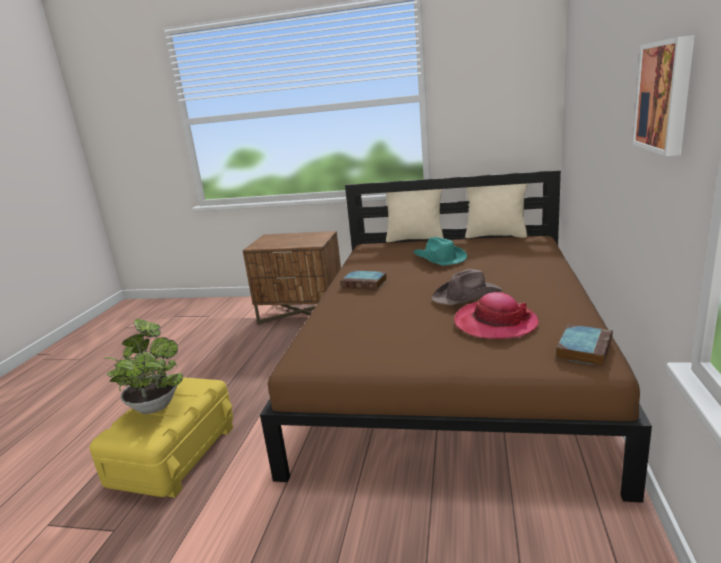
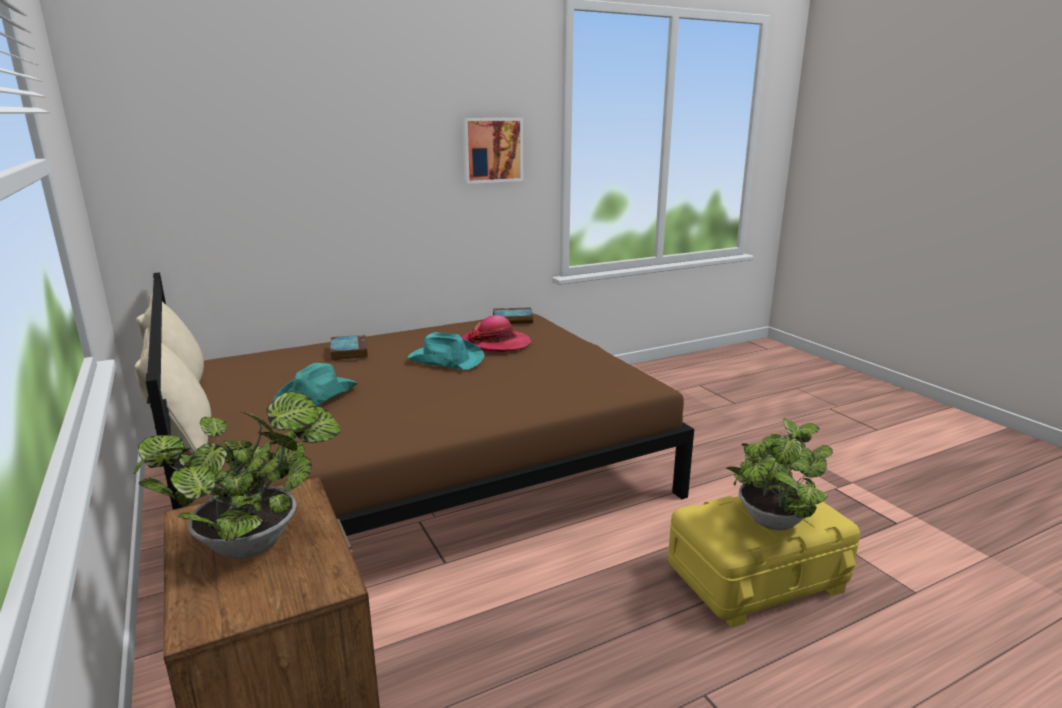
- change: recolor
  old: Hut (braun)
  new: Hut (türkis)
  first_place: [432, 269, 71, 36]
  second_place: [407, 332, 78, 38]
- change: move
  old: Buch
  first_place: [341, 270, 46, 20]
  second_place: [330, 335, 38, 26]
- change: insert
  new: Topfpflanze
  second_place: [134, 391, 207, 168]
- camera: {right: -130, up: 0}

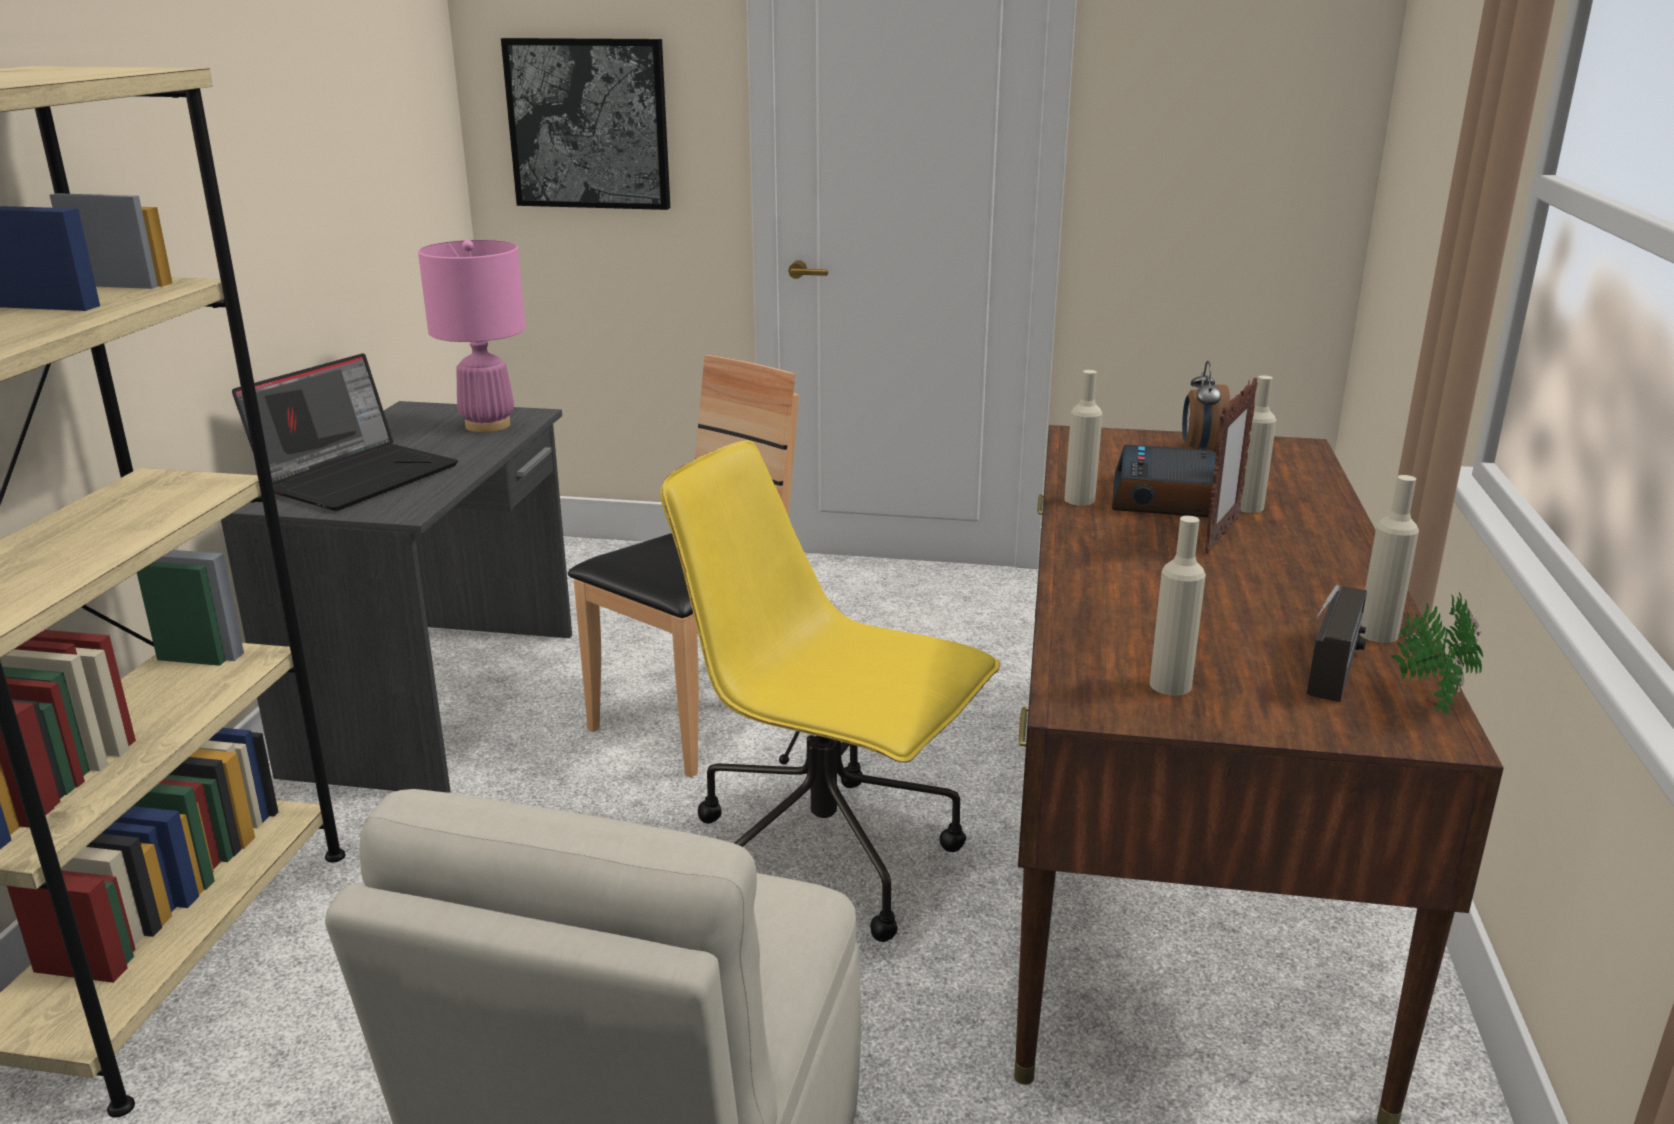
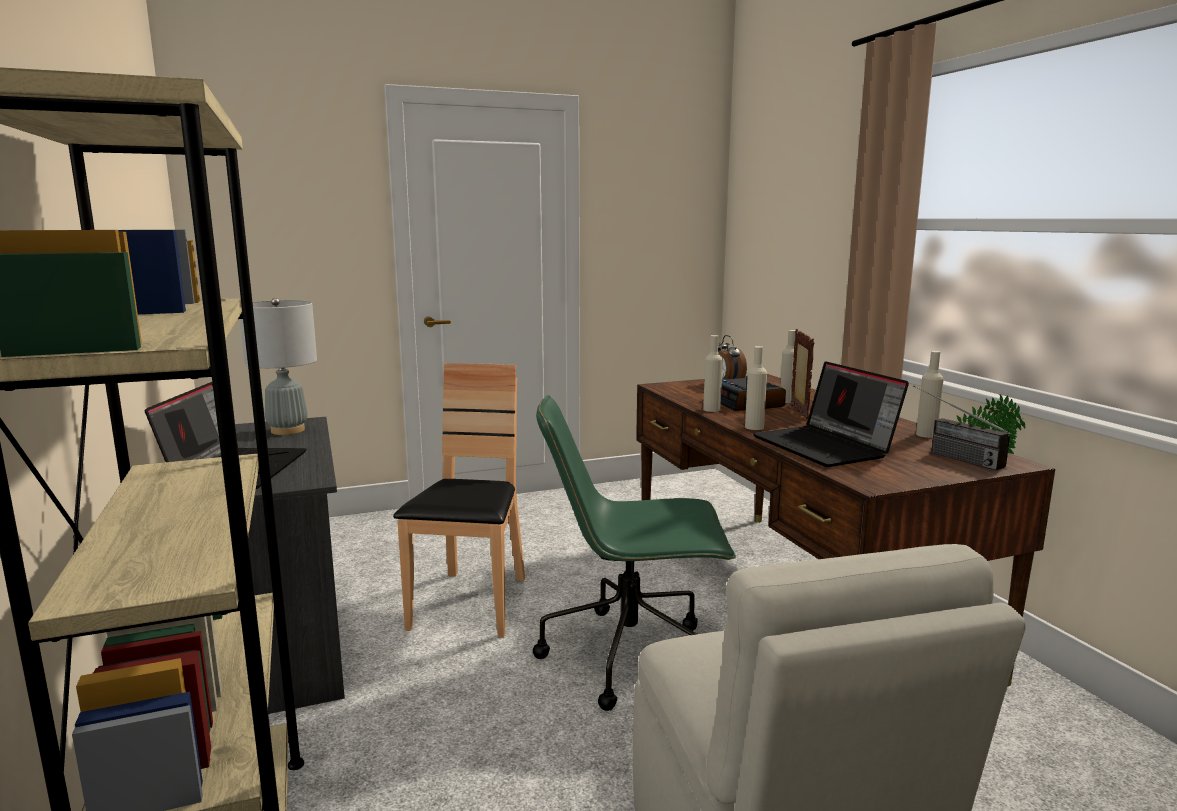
- change: delete
  old: Bild
  first_place: [501, 38, 169, 172]
- change: recolor
  old: Tischlampe (rosa)
  new: Tischlampe (grau)
  first_place: [418, 240, 108, 192]
  second_place: [239, 298, 78, 137]
- change: recolor
  old: Bürostuhl (gelb)
  new: Bürostuhl (grün)
  first_place: [660, 440, 340, 502]
  second_place: [533, 395, 203, 316]
- change: move
  old: Flasche (beige)
  first_place: [1150, 516, 56, 180]
  second_place: [745, 346, 22, 84]
- change: rotate
  old: Radio
  first_place: [1307, 584, 60, 118]
  second_place: [913, 386, 97, 84]
  degrees: 150
- change: insert
  new: Laptop
  second_place: [753, 361, 156, 106]
- camera: {right: -30, up: -10}

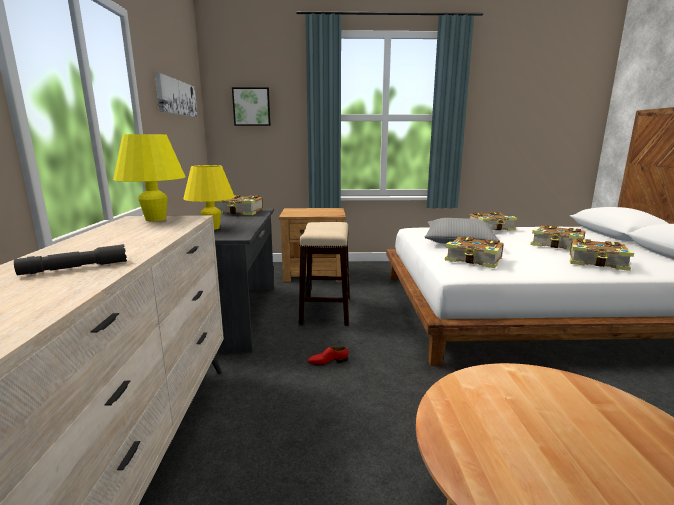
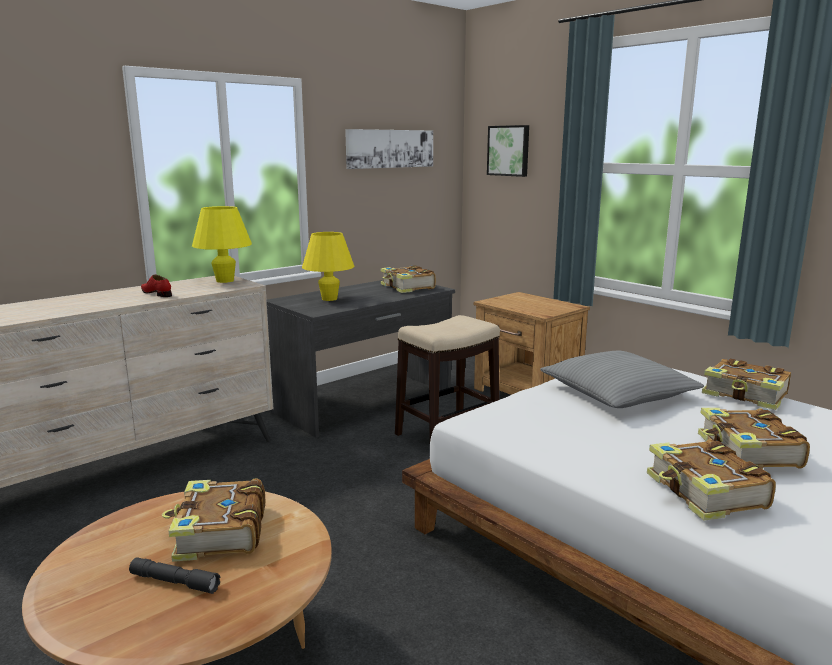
- change: move
  old: Buch
  first_place: [445, 236, 58, 32]
  second_place: [162, 478, 103, 84]
- change: move
  old: Taschenlampe (grau)
  first_place: [14, 244, 113, 31]
  second_place: [129, 557, 91, 37]
- change: move
  old: Schuh (rot)
  first_place: [308, 346, 41, 20]
  second_place: [141, 274, 31, 23]
- camera: {right: 50, up: 0}

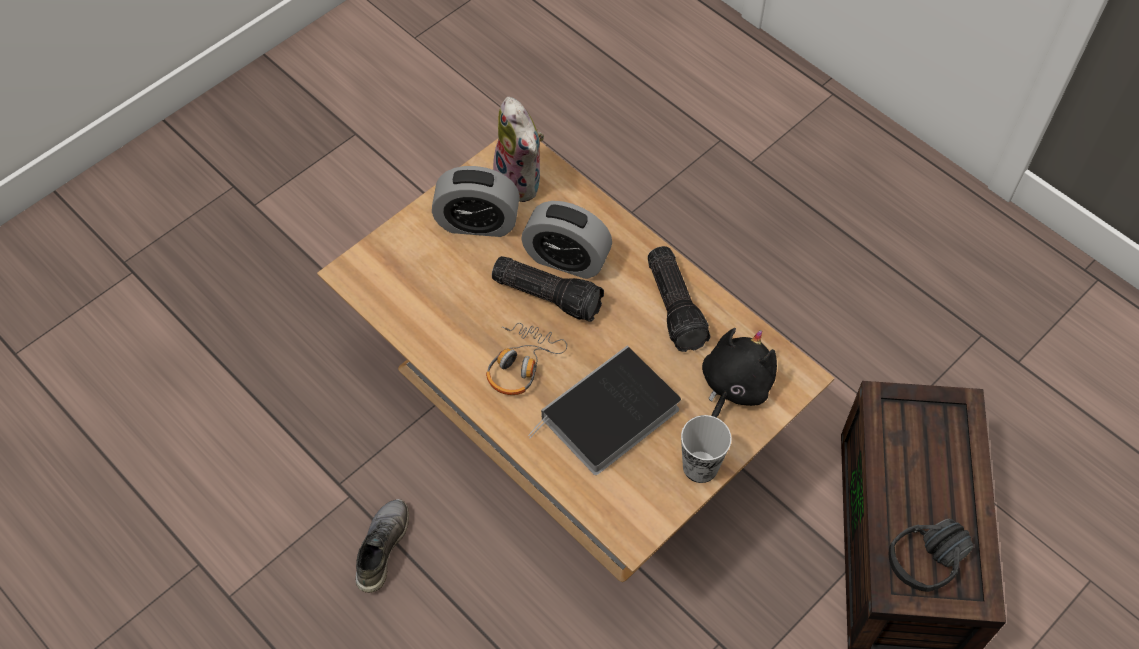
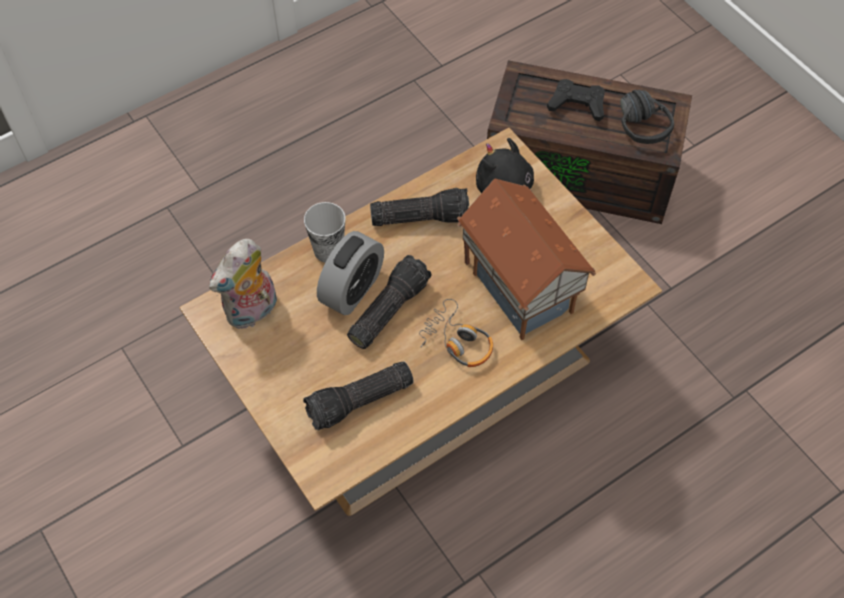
- change: rotate
  old: Plüschtier
  first_place: [493, 97, 51, 105]
  second_place: [209, 239, 68, 91]
  degrees: 150
- change: delete
  old: Wecker
  first_place: [432, 166, 88, 71]
- change: replace
  old: Buch
  new: Spielzeughaus
  first_place: [528, 346, 153, 129]
  second_place: [457, 178, 139, 162]
- change: move
  old: Tasse
  first_place: [681, 415, 50, 68]
  second_place: [304, 202, 42, 60]
- change: delete
  old: Schuh (grau)
  first_place: [356, 499, 53, 94]
- change: insert
  new: Gamepad (schwarz)
  second_place: [547, 79, 58, 42]
- change: insert
  new: Taschenlampe
  second_place: [303, 361, 111, 69]
- camera: {right: -80, up: 0}

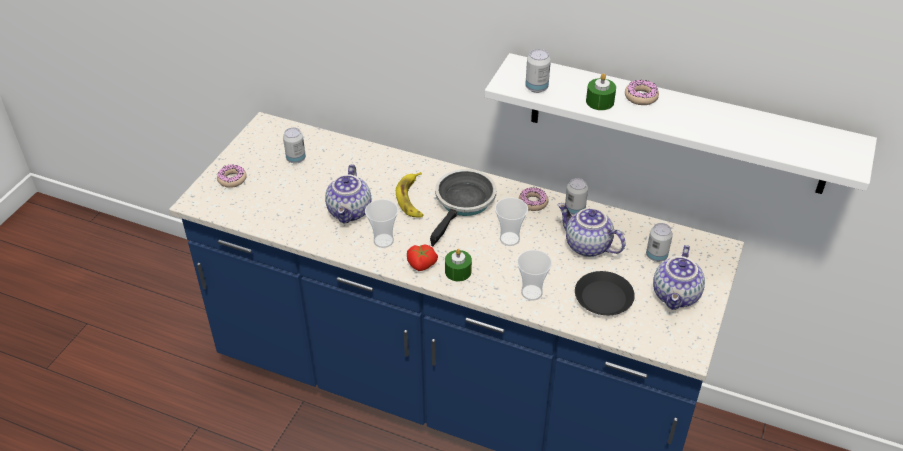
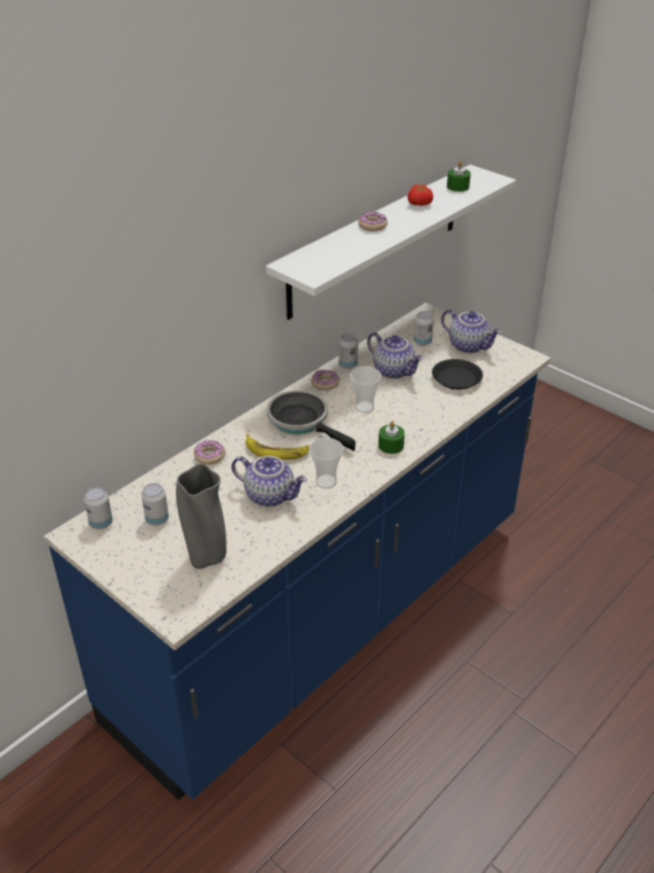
- change: move
  old: Dose
  first_place: [525, 49, 26, 44]
  second_place: [84, 487, 29, 42]
- change: move
  old: Kerze (grün)
  first_place: [586, 73, 30, 37]
  second_place: [447, 161, 24, 31]
- change: move
  old: Donut
  first_place: [217, 164, 30, 24]
  second_place: [194, 440, 31, 25]
- change: rotate
  old: Teekanne
  first_place: [558, 203, 68, 54]
  second_place: [367, 332, 56, 47]
  degrees: -105
- change: move
  old: Tomate
  first_place: [407, 244, 31, 27]
  second_place: [408, 184, 25, 22]
- change: delete
  old: Tasse
  first_place: [517, 250, 35, 51]
- change: insert
  new: Vase (grau)
  second_place: [176, 463, 50, 106]
- camera: {right: -70, up: -5}

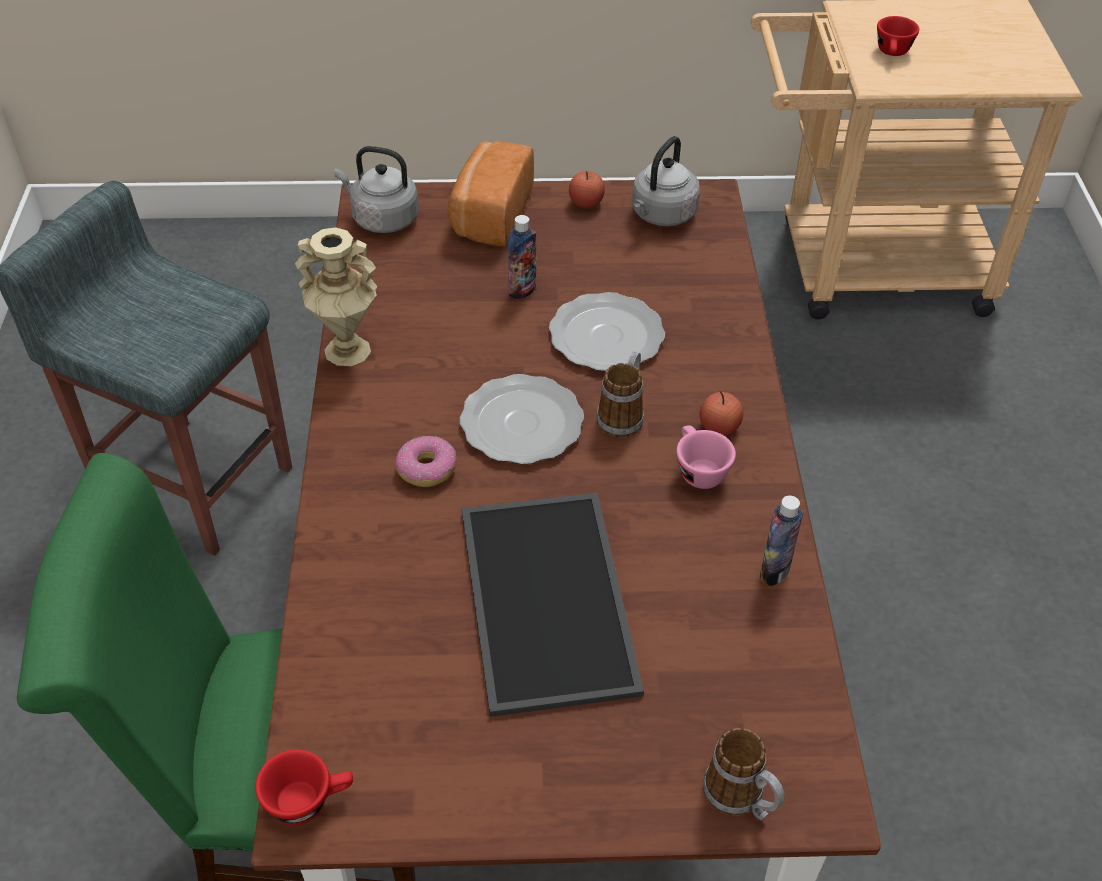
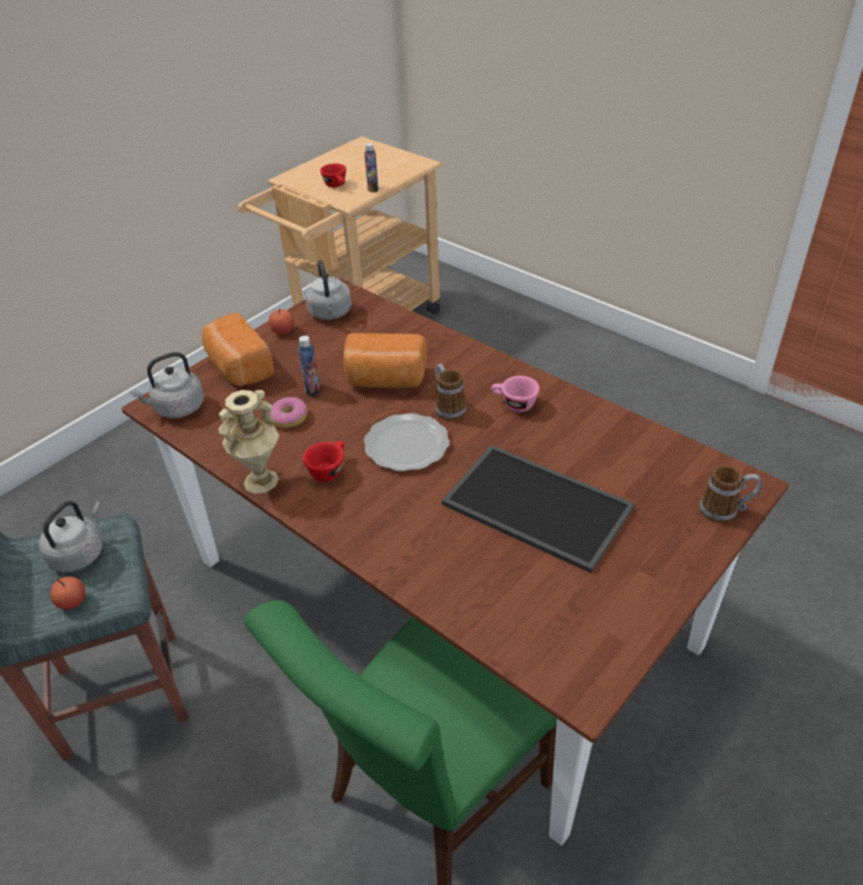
- change: replace
  old: Teller
  new: Brot
  first_place: [549, 292, 116, 79]
  second_place: [343, 333, 84, 55]
- change: move
  old: Apfel
  first_place: [700, 391, 43, 45]
  second_place: [50, 576, 35, 34]
- change: move
  old: Donut
  first_place: [395, 436, 61, 51]
  second_place: [269, 397, 39, 31]
- change: move
  old: Flasche
  first_place: [760, 496, 43, 90]
  second_place: [364, 143, 15, 49]
- change: move
  old: Tasse (rot)
  first_place: [255, 749, 98, 76]
  second_place: [303, 441, 41, 41]
- change: insert
  new: Wasserkessel (grau)
  second_place: [39, 501, 64, 71]
- camera: {right: -45, up: -5}

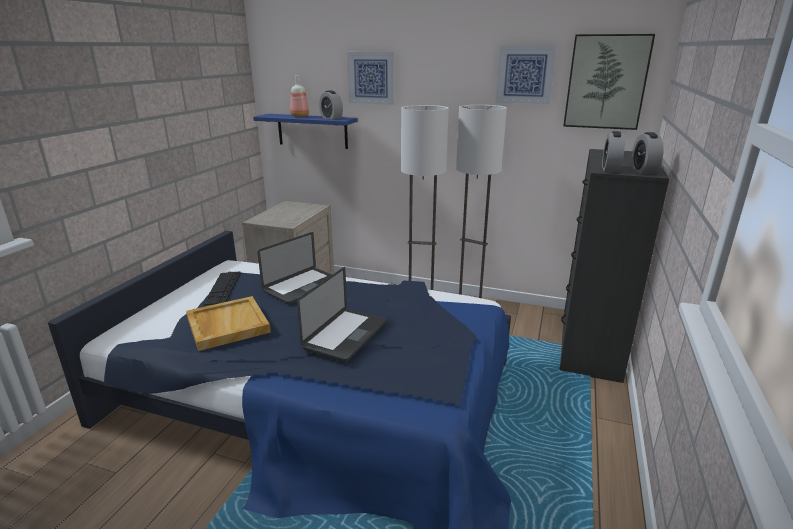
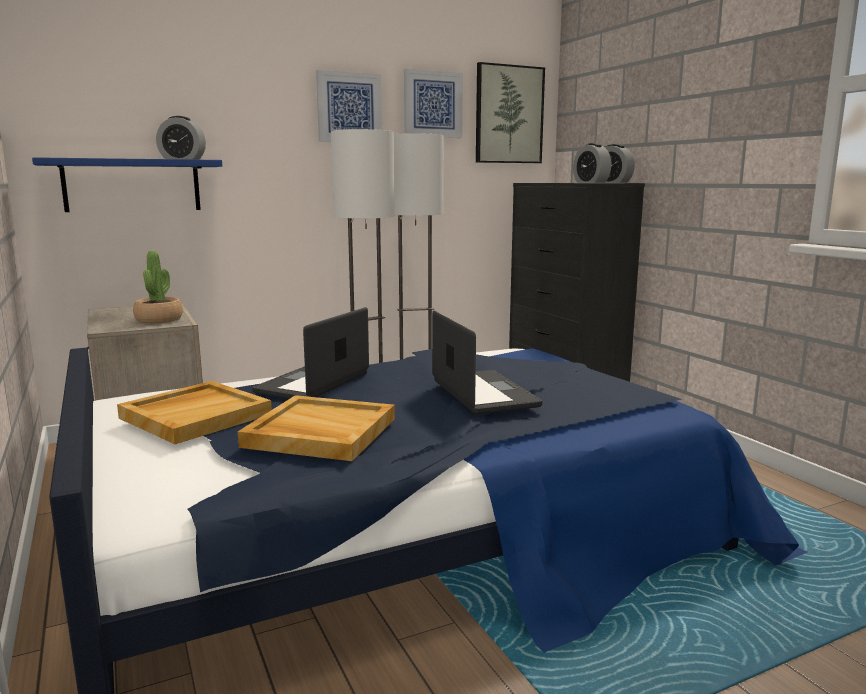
- change: move
  old: Bild
  first_place: [347, 52, 48, 53]
  second_place: [316, 70, 66, 72]
- change: delete
  old: Flasche
  first_place: [290, 75, 19, 42]
- change: rotate
  old: Laptop
  first_place: [257, 232, 75, 72]
  second_place: [252, 307, 117, 92]
  degrees: -150
- change: replace
  old: Tastatur
  new: Tablett (beige)
  first_place: [202, 271, 38, 36]
  second_place: [117, 381, 155, 63]
- change: insert
  new: Topfpflanze
  second_place: [133, 251, 50, 72]
- camera: {right: -45, up: -10}

